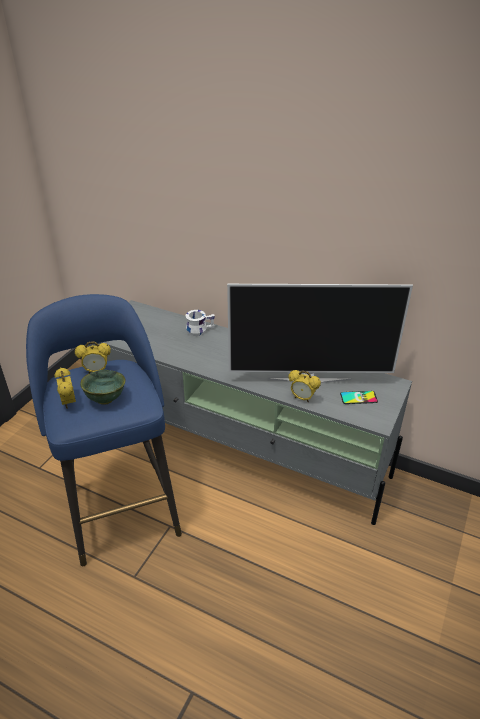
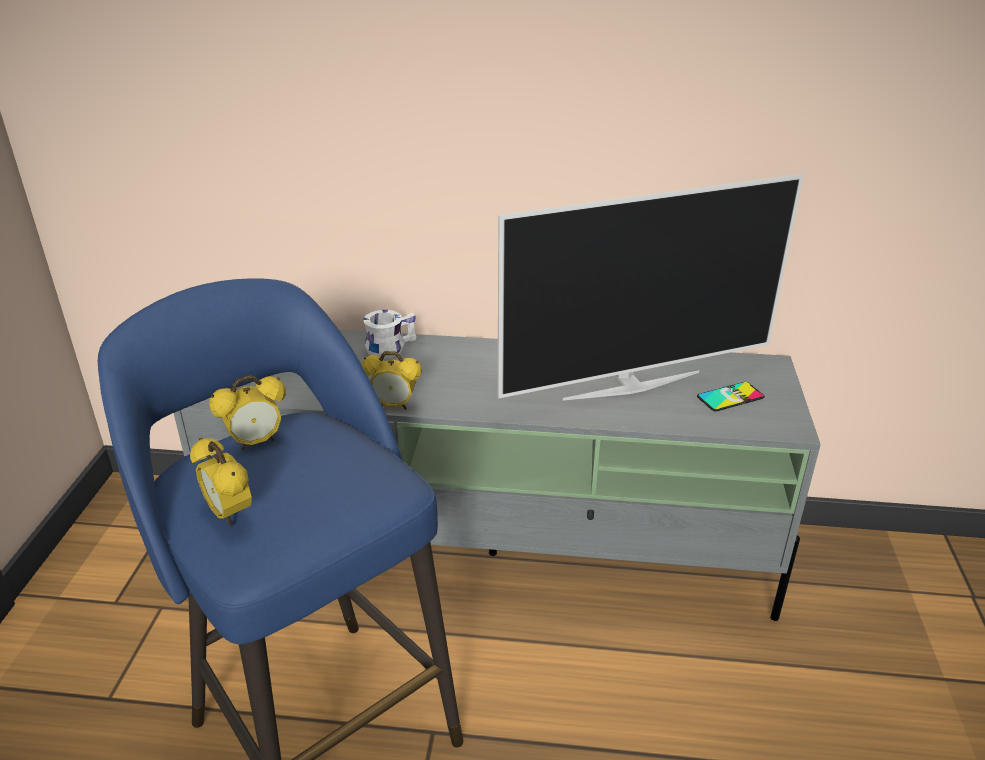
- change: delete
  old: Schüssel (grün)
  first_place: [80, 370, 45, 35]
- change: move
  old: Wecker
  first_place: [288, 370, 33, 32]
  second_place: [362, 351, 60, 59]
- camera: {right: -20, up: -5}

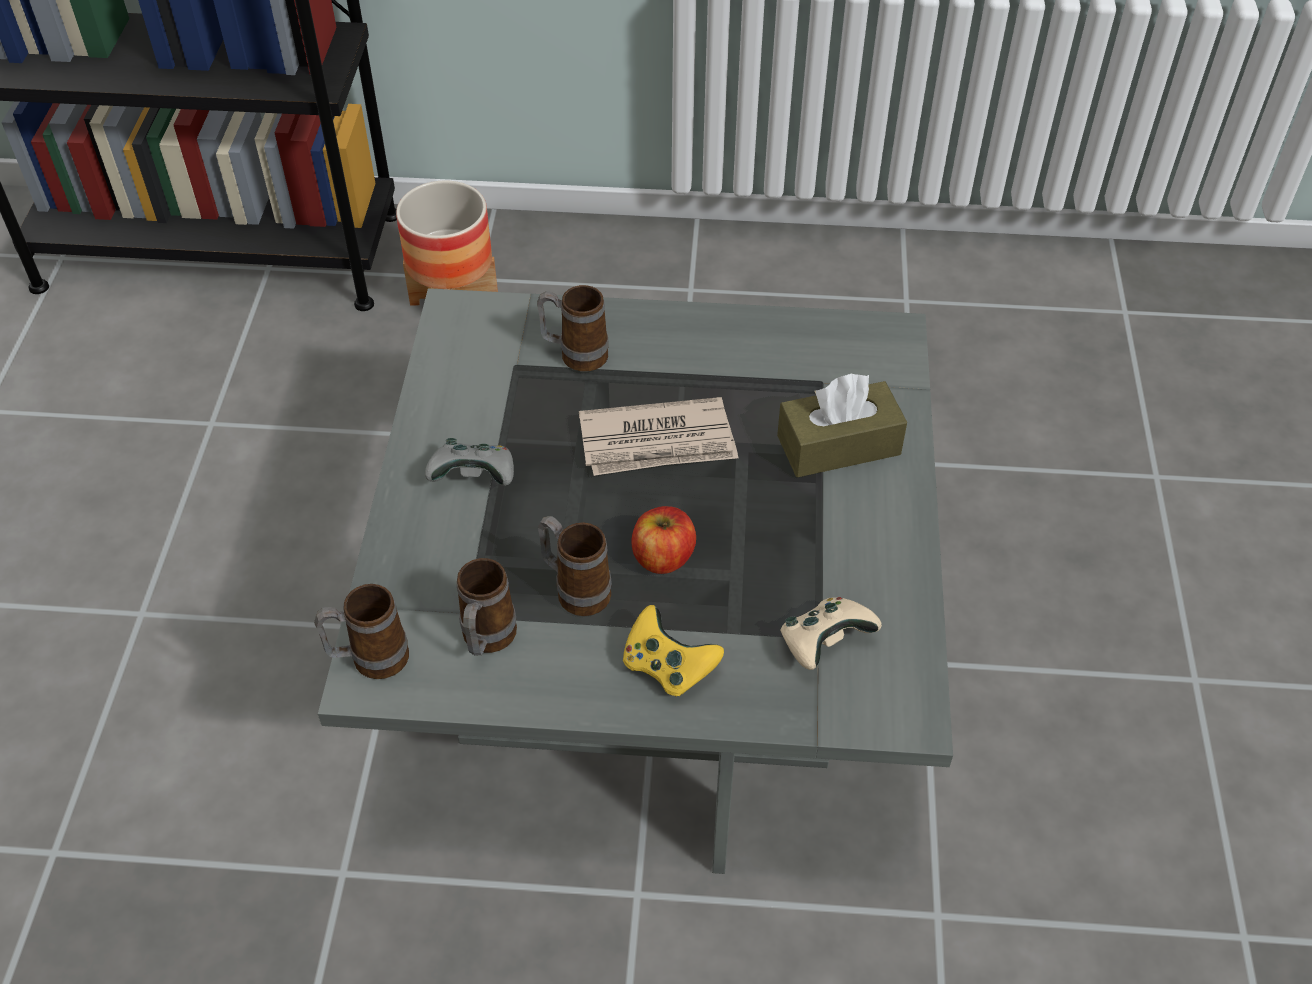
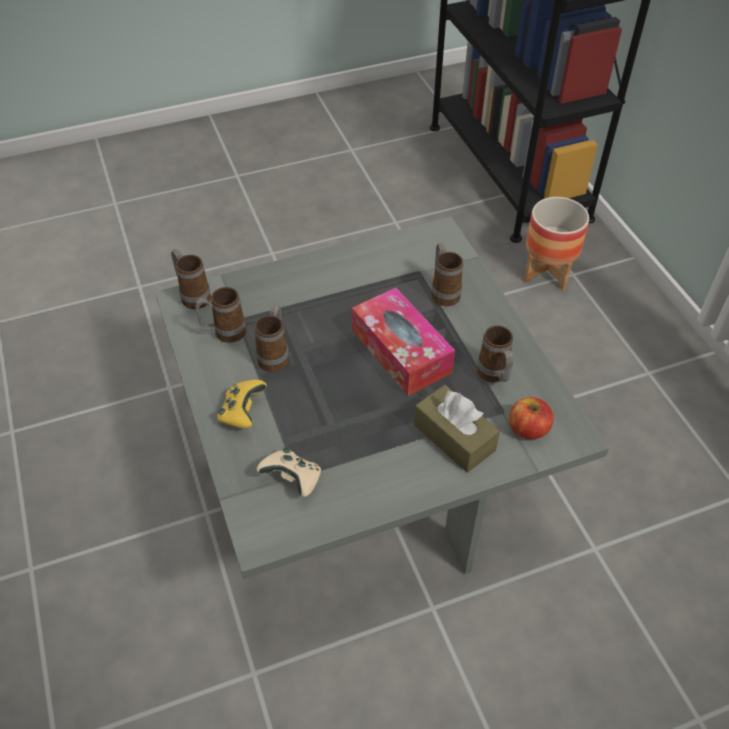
- change: replace
  old: Zeitung
  new: Taschentuchbox
  first_place: [579, 397, 159, 79]
  second_place: [352, 288, 103, 108]
- change: delete
  old: Gamepad (grau)
  first_place: [425, 438, 89, 48]
- change: move
  old: Apfel
  first_place: [632, 506, 64, 68]
  second_place: [509, 397, 45, 42]
- change: insert
  new: Henkelbecher
  second_place: [477, 325, 36, 58]
- camera: {right: 65, up: 0}

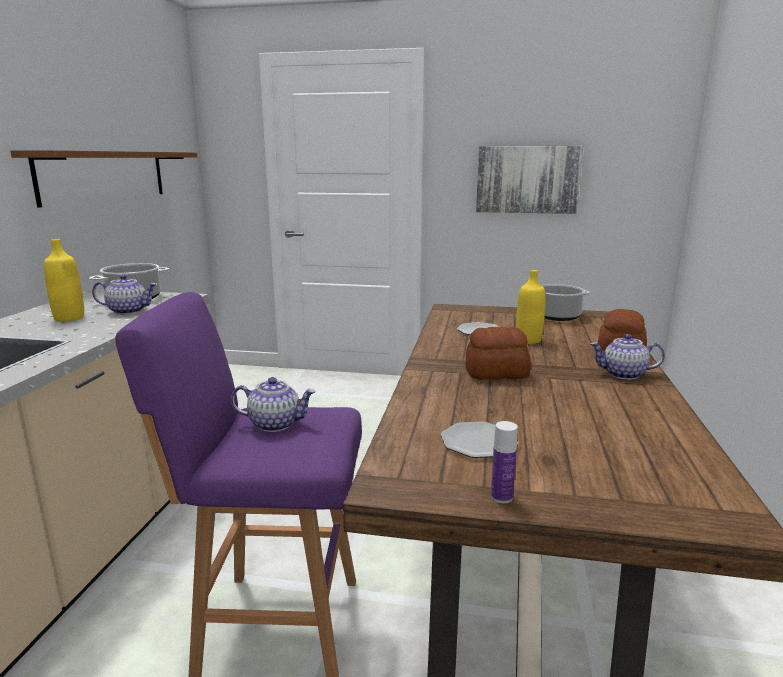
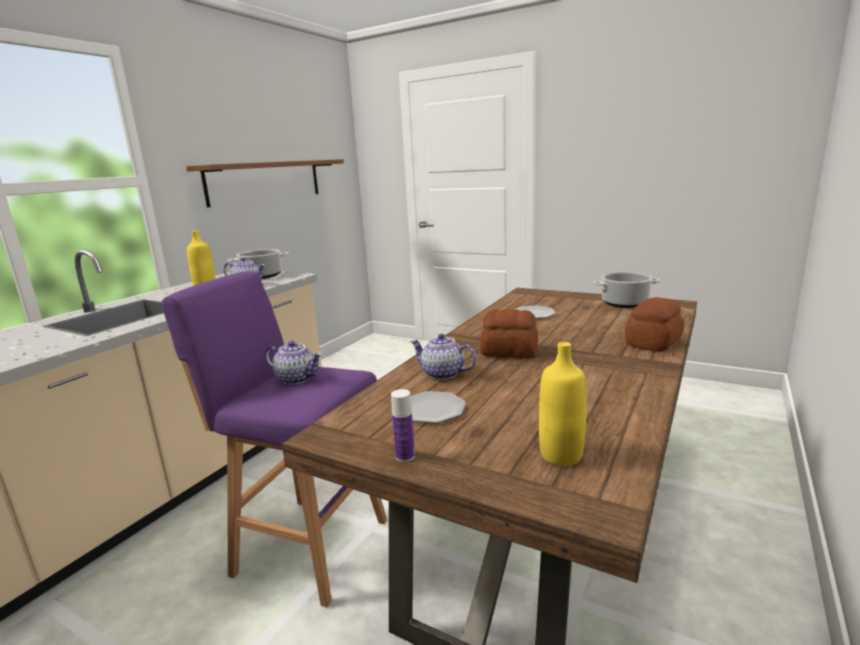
- change: delete
  old: Bild
  first_place: [476, 146, 107, 68]
- change: move
  old: Flasche (gelb)
  first_place: [516, 270, 30, 74]
  second_place: [539, 342, 48, 124]
- change: move
  old: Teekanne
  first_place: [590, 334, 75, 46]
  second_place: [410, 334, 66, 46]
- camera: {right: 20, up: 0}

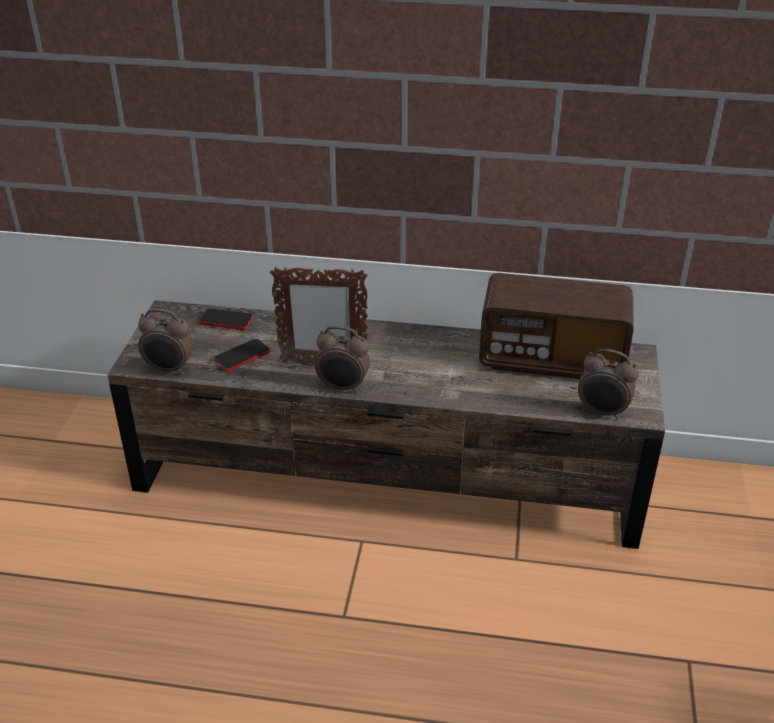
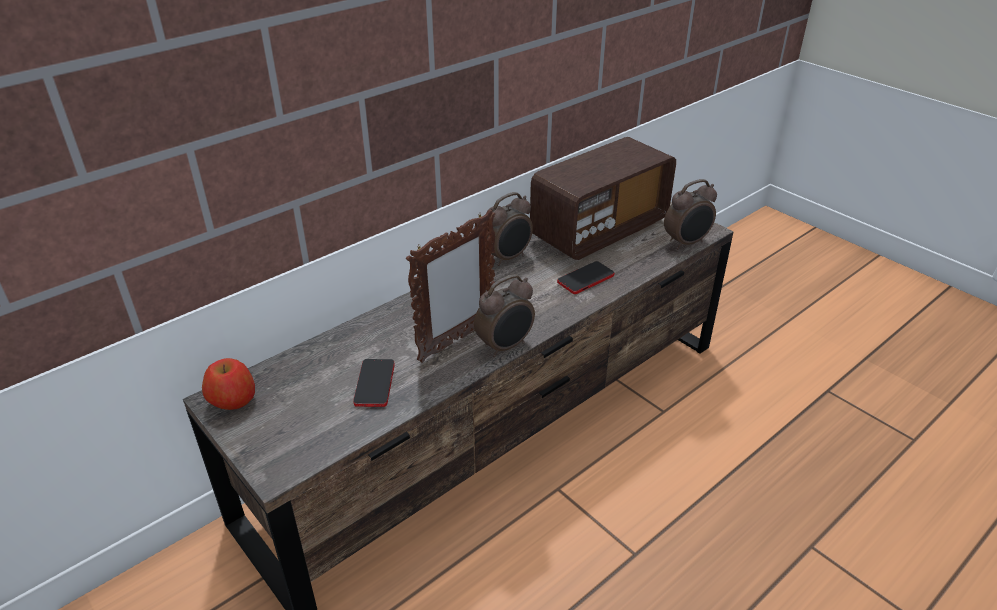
- change: move
  old: Handy
  first_place: [199, 308, 54, 22]
  second_place: [557, 261, 58, 33]
- change: move
  old: Wecker
  first_place: [138, 309, 55, 66]
  second_place: [486, 192, 47, 74]
- change: insert
  new: Apfel
  second_place: [202, 358, 53, 52]
- camera: {right: -50, up: 0}

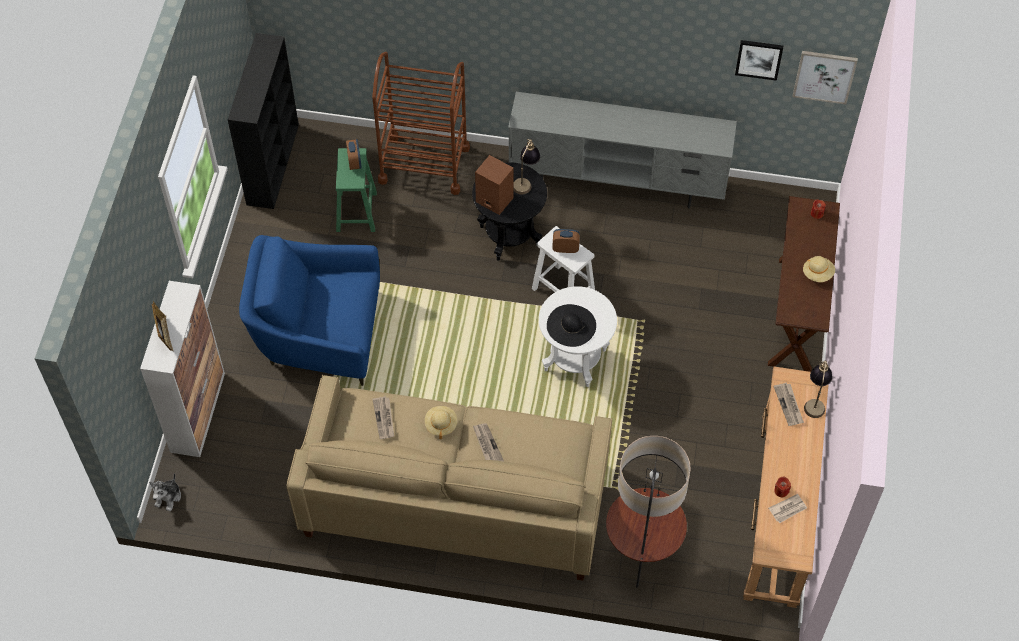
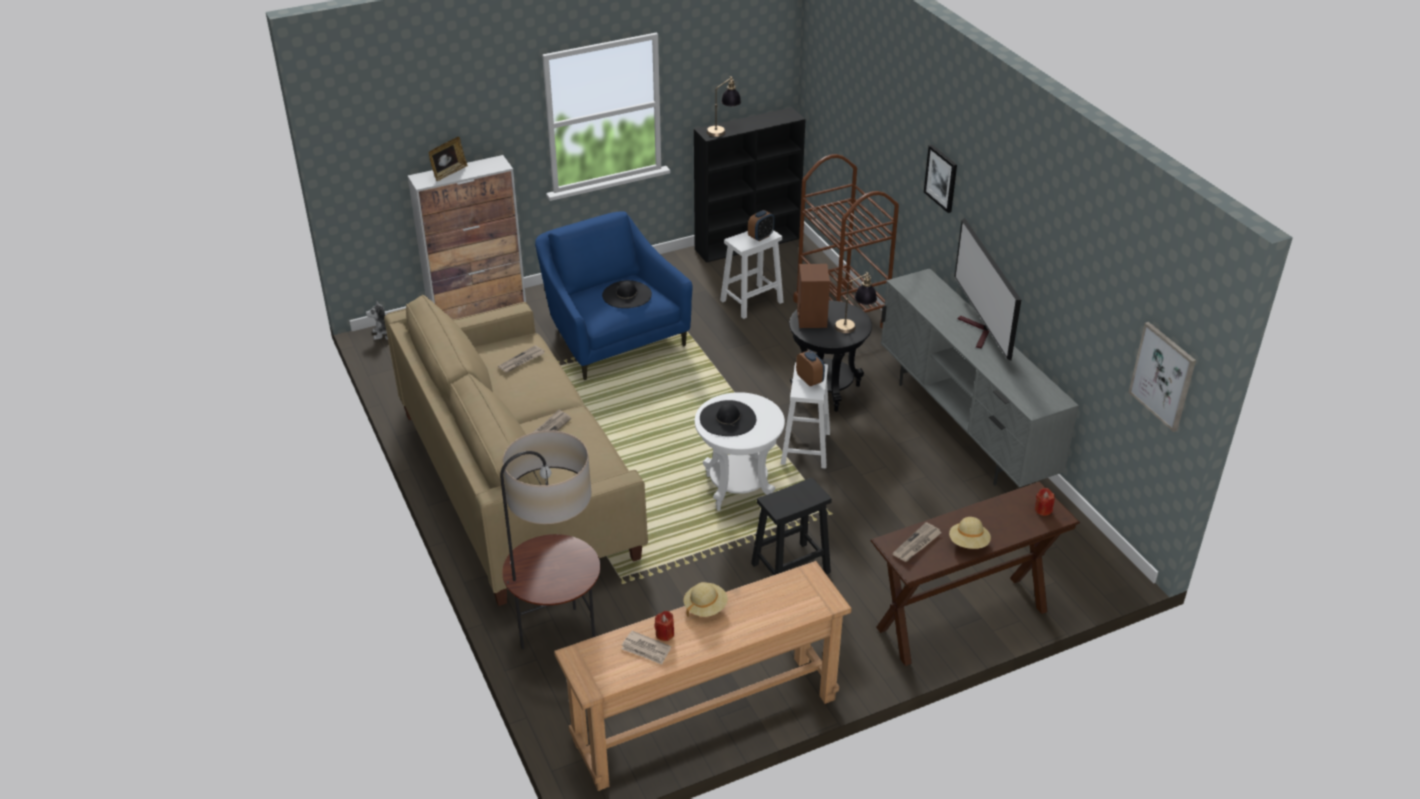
- change: move
  old: Bild
  first_place: [735, 40, 48, 41]
  second_place: [924, 145, 33, 68]
- change: recolor
  old: Hocker (grün)
  new: Hocker (weiß)
  first_place: [336, 148, 41, 84]
  second_place: [720, 231, 64, 88]
- change: move
  old: Tischlampe
  first_place: [804, 360, 28, 58]
  second_place: [706, 76, 35, 61]
- change: move
  old: Zeitung
  first_place: [773, 383, 31, 43]
  second_place: [892, 522, 50, 40]
- change: move
  old: Hut (beige)
  first_place: [425, 406, 32, 33]
  second_place: [683, 582, 45, 35]
- change: insert
  new: Fernseher
  second_place: [954, 218, 67, 142]
- change: insert
  new: Hut (schwarz)
  second_place: [602, 280, 50, 28]
- change: insert
  new: Hocker (schwarz)
  second_place: [751, 478, 81, 97]
- camera: {right: 55, up: -20}

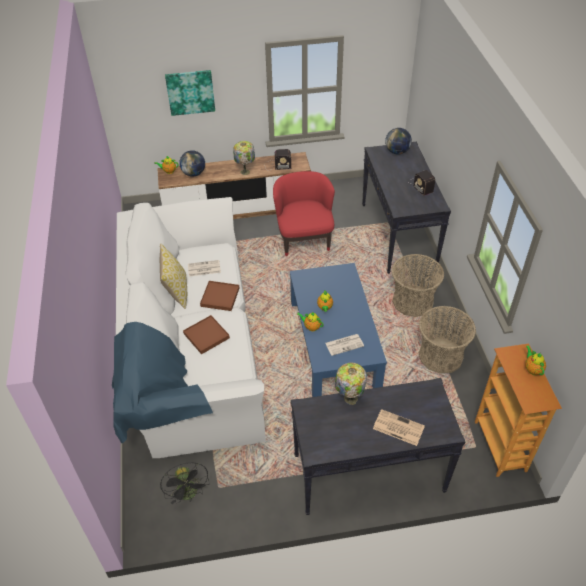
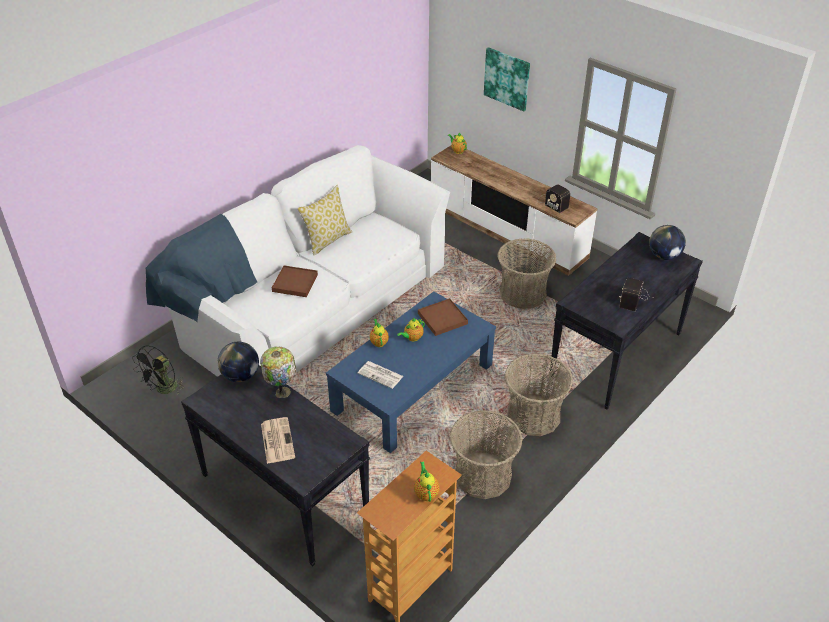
- change: delete
  old: Tischlampe
  first_place: [233, 141, 22, 34]
- change: move
  old: Globus
  first_place: [179, 150, 26, 27]
  second_place: [217, 342, 42, 40]
- change: replace
  old: Sessel (rot)
  new: Korb
  first_place: [273, 171, 62, 85]
  second_place: [497, 238, 60, 71]
- change: delete
  old: Zeitung
  first_place: [188, 260, 33, 17]
- change: move
  old: Tablett (braun)
  first_place: [200, 281, 40, 30]
  second_place: [418, 298, 50, 38]
- change: rotate
  old: Teekanne
  first_place: [525, 345, 21, 31]
  second_place: [414, 461, 26, 41]
  degrees: -45
- camera: {right: 50, up: -5}

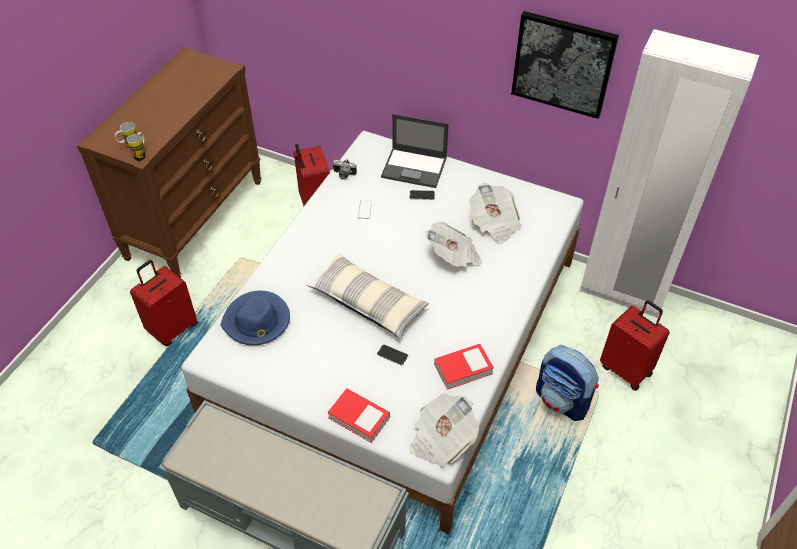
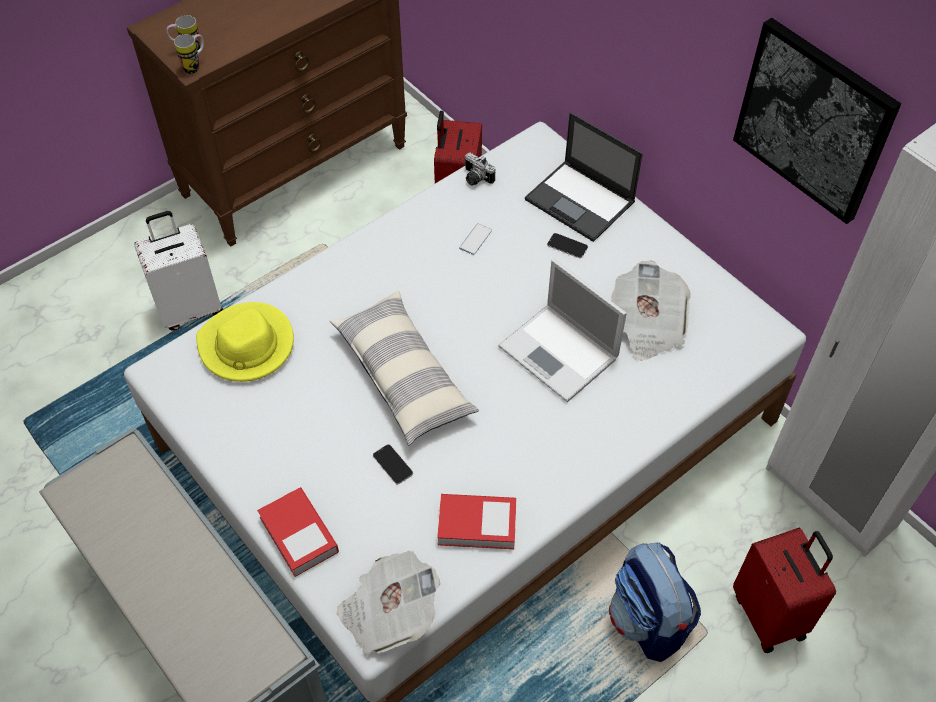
- change: replace
  old: Zeitung
  new: Laptop
  first_place: [425, 222, 58, 45]
  second_place: [498, 259, 129, 143]
- change: recolor
  old: Koffer (rot)
  new: Koffer (weiß)
  first_place: [130, 260, 68, 86]
  second_place: [134, 211, 89, 119]
- change: recolor
  old: Hut (blau)
  new: Hut (gelb)
  first_place: [221, 291, 69, 54]
  second_place: [196, 302, 98, 80]
- camera: {right: 25, up: 5}

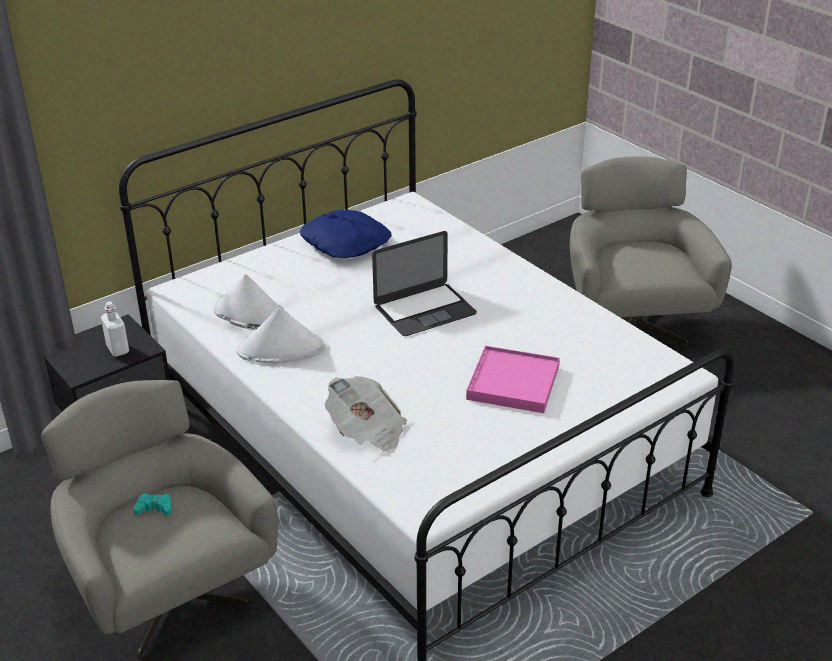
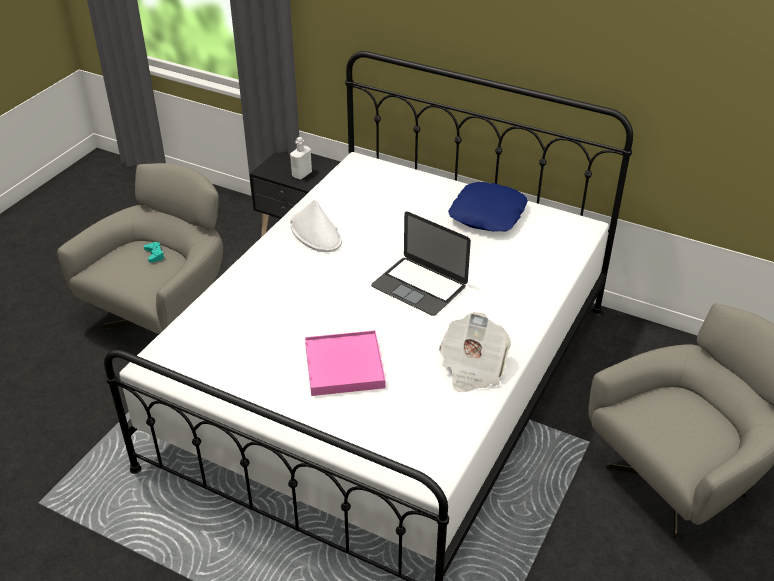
- change: delete
  old: Hut (weiß)
  first_place: [214, 274, 76, 56]
- change: move
  old: Zeitung
  first_place: [325, 376, 82, 77]
  second_place: [439, 312, 72, 80]
- camera: {right: 65, up: 5}

